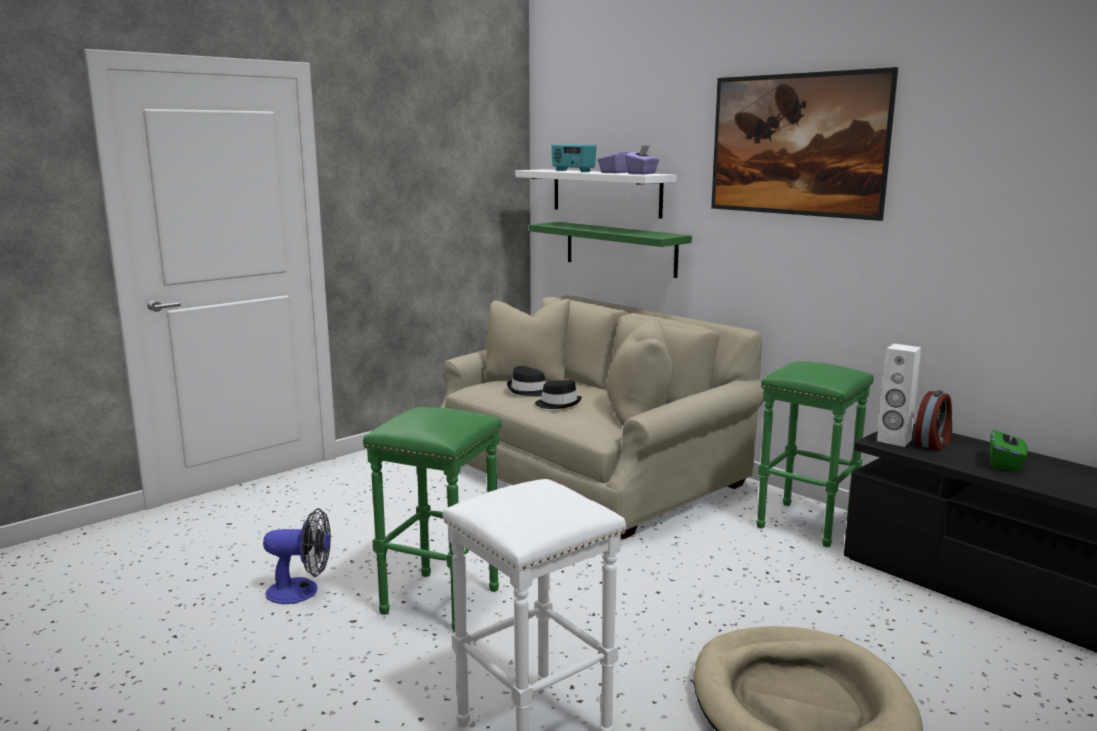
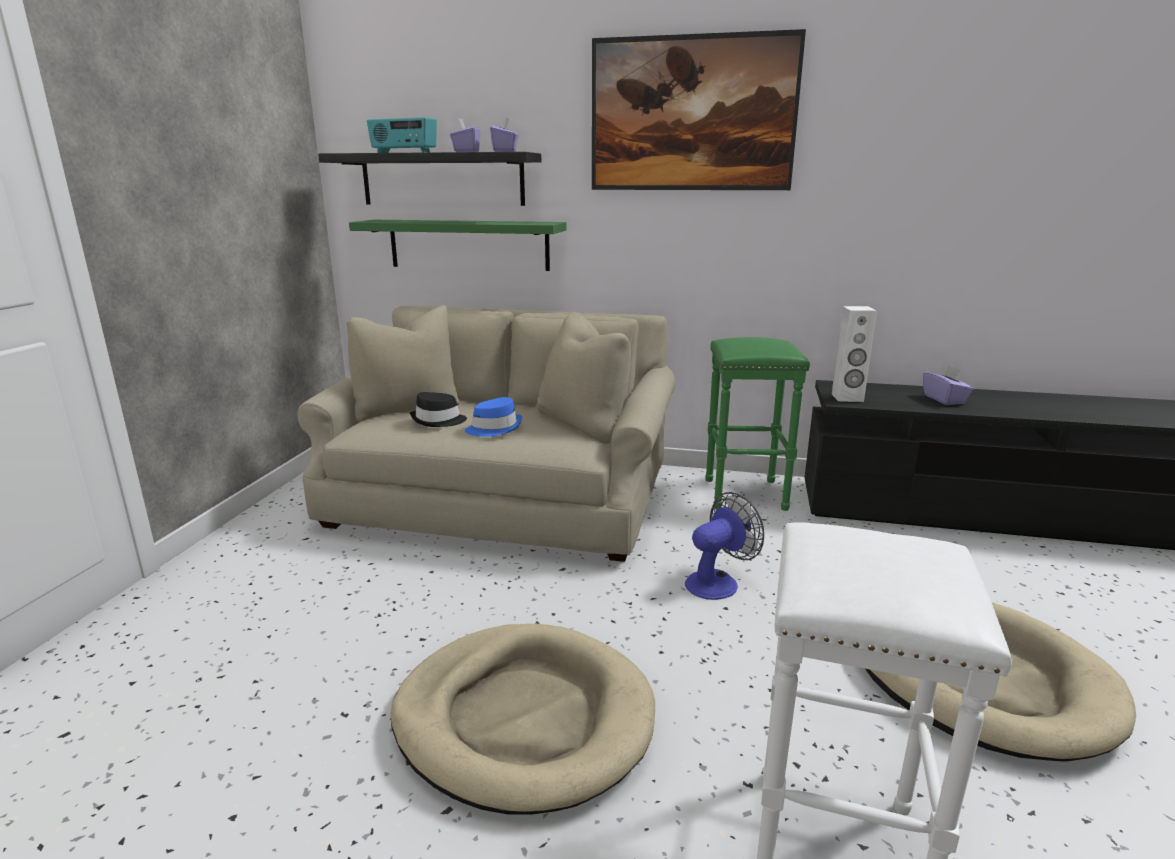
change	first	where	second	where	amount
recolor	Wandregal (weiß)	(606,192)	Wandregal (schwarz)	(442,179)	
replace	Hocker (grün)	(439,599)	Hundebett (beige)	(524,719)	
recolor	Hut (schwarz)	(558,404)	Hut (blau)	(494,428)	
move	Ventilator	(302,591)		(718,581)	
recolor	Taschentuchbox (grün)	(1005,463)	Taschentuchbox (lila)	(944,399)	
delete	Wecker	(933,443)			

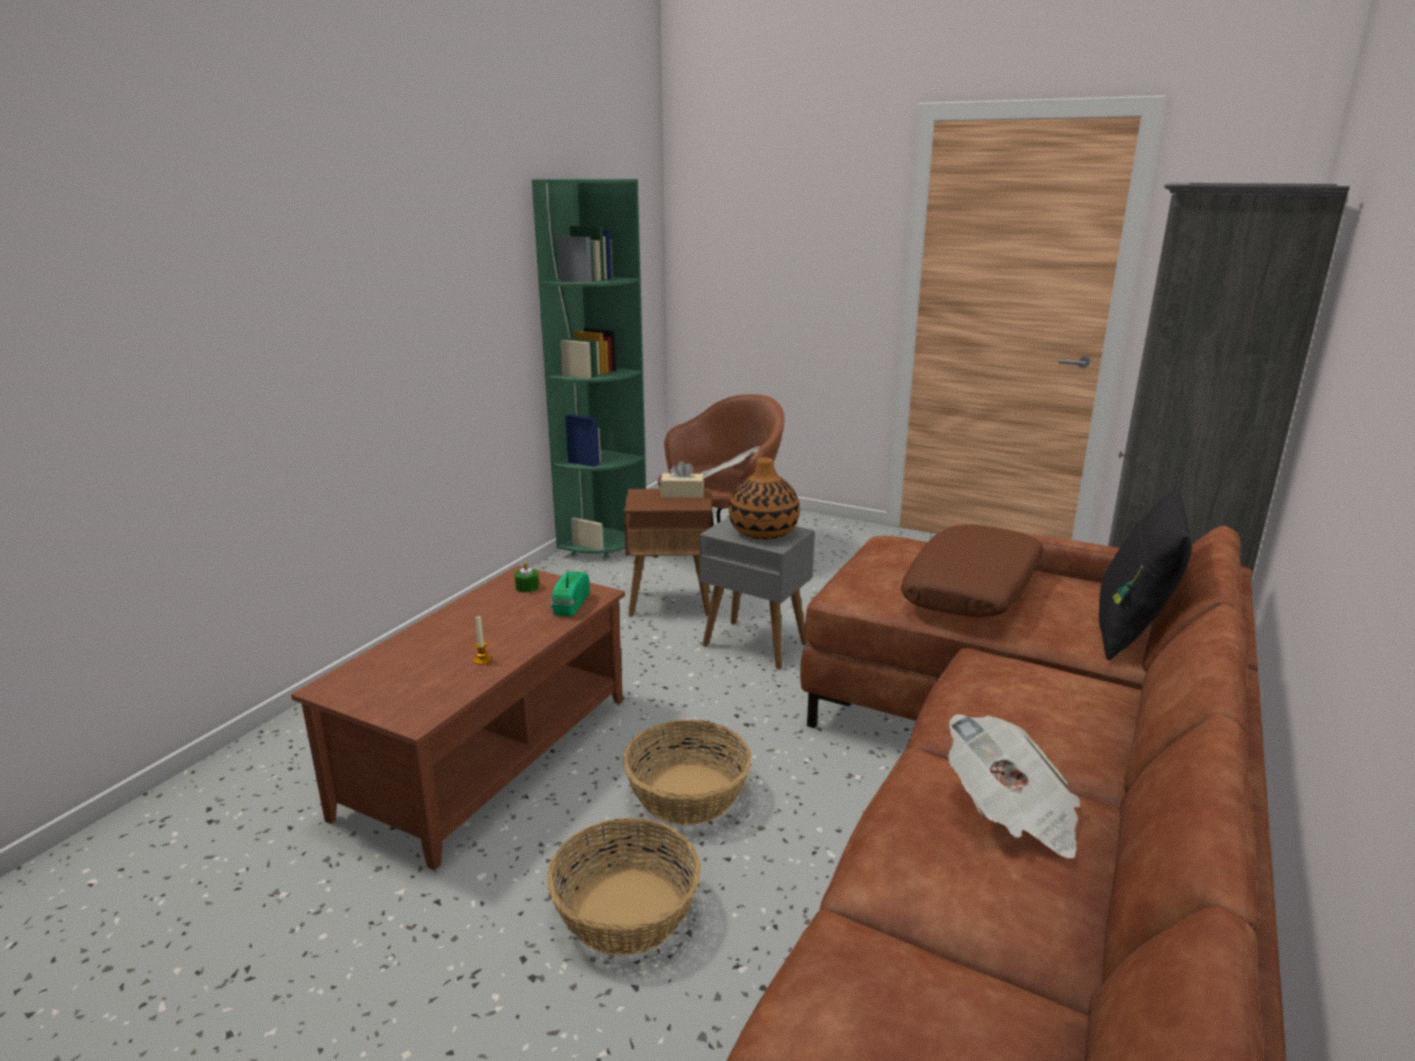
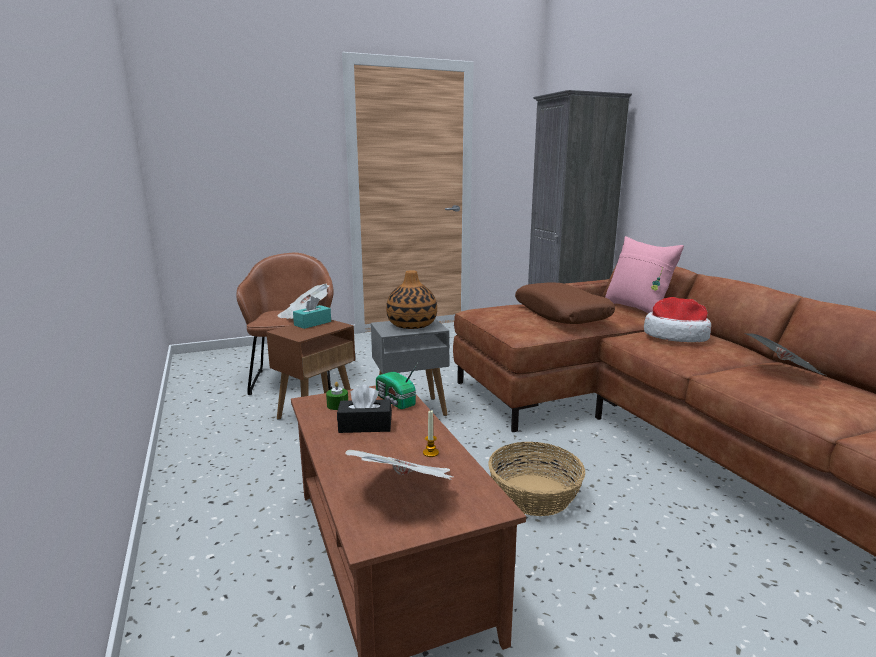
change	first	where	second	where	amount
recolor	Taschentuchbox (beige)	(682,494)	Taschentuchbox (türkis)	(312,323)	
insert			Taschentuchbox (schwarz)	(365,426)	
insert			Zeitung	(406,490)	
recolor	Kissen (schwarz)	(1130,632)	Kissen (rosa)	(636,310)	
insert			Hut	(675,336)	
delete	Bücherregal (grün)	(602,550)			
delete	Korb	(624,911)			

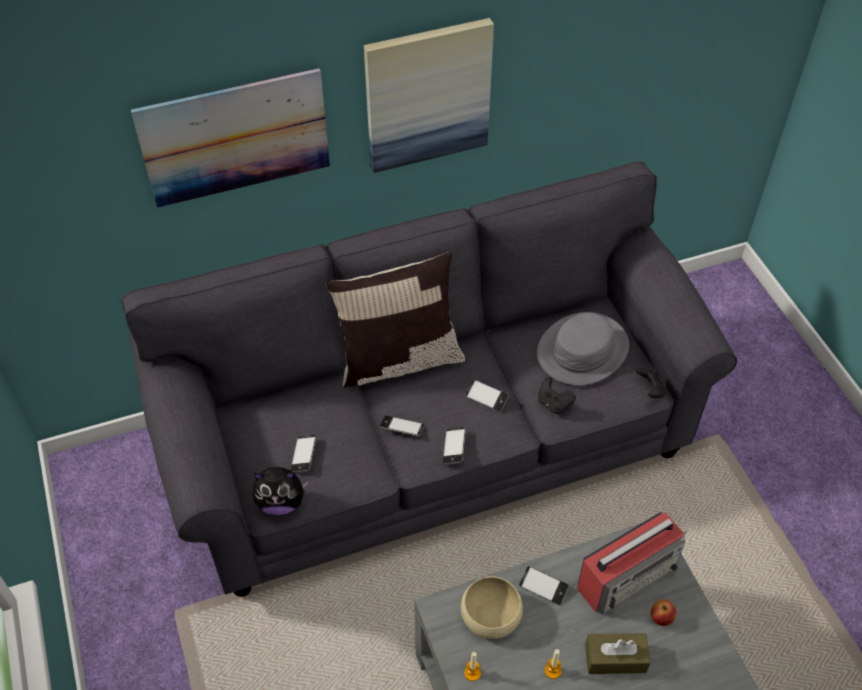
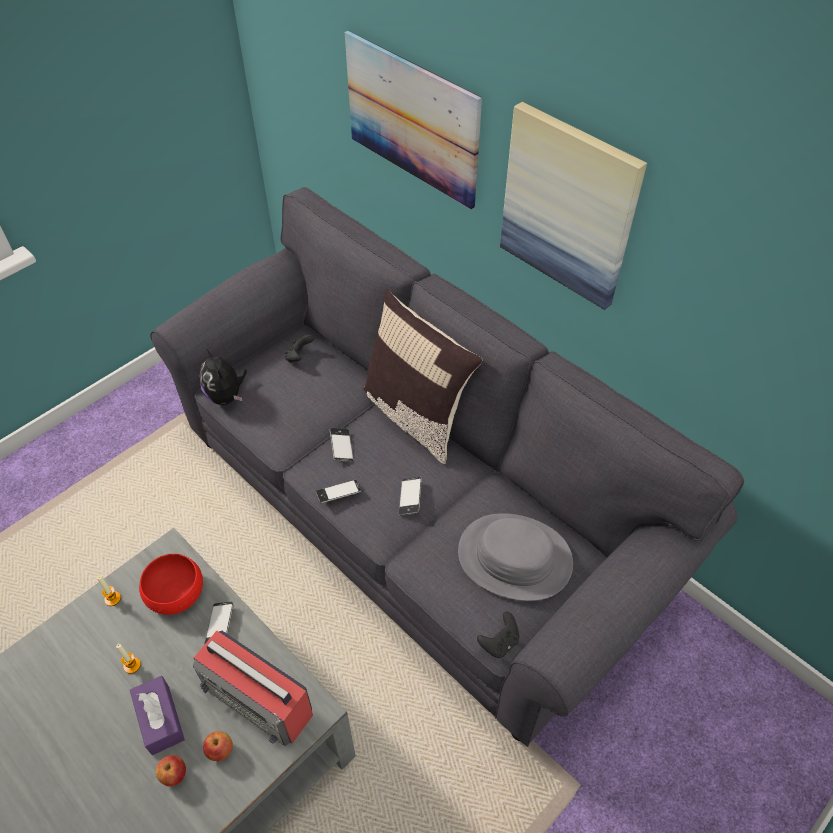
change	first	where	second	where	amount
recolor	Taschentuchbox (braun)	(615,658)	Taschentuchbox (lila)	(160,719)	
recolor	Schüssel (beige)	(491,615)	Schüssel (rot)	(175,592)	
insert			Apfel	(174,774)	
move	Gamepad (schwarz)	(553,404)		(299,357)	
delete	Handy	(303,456)			

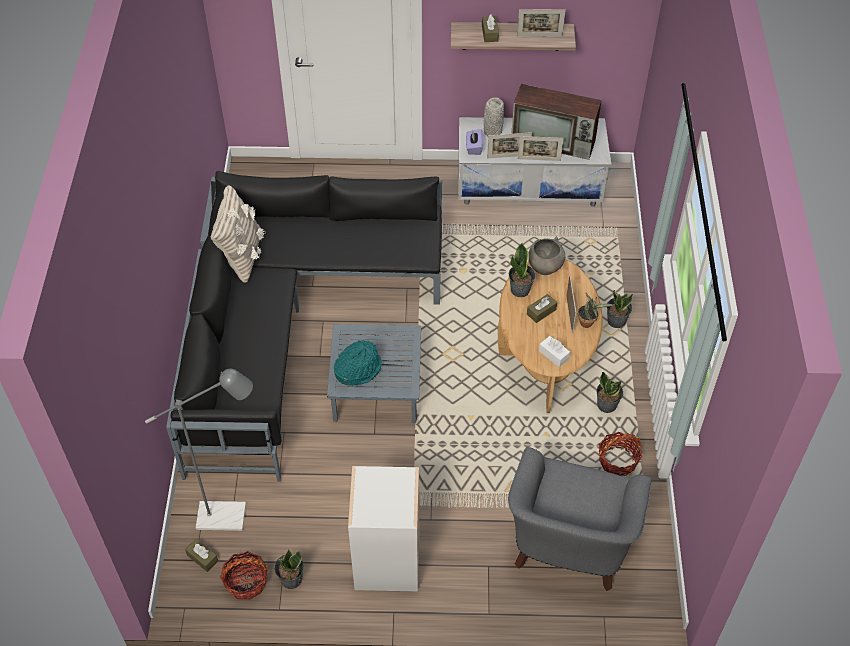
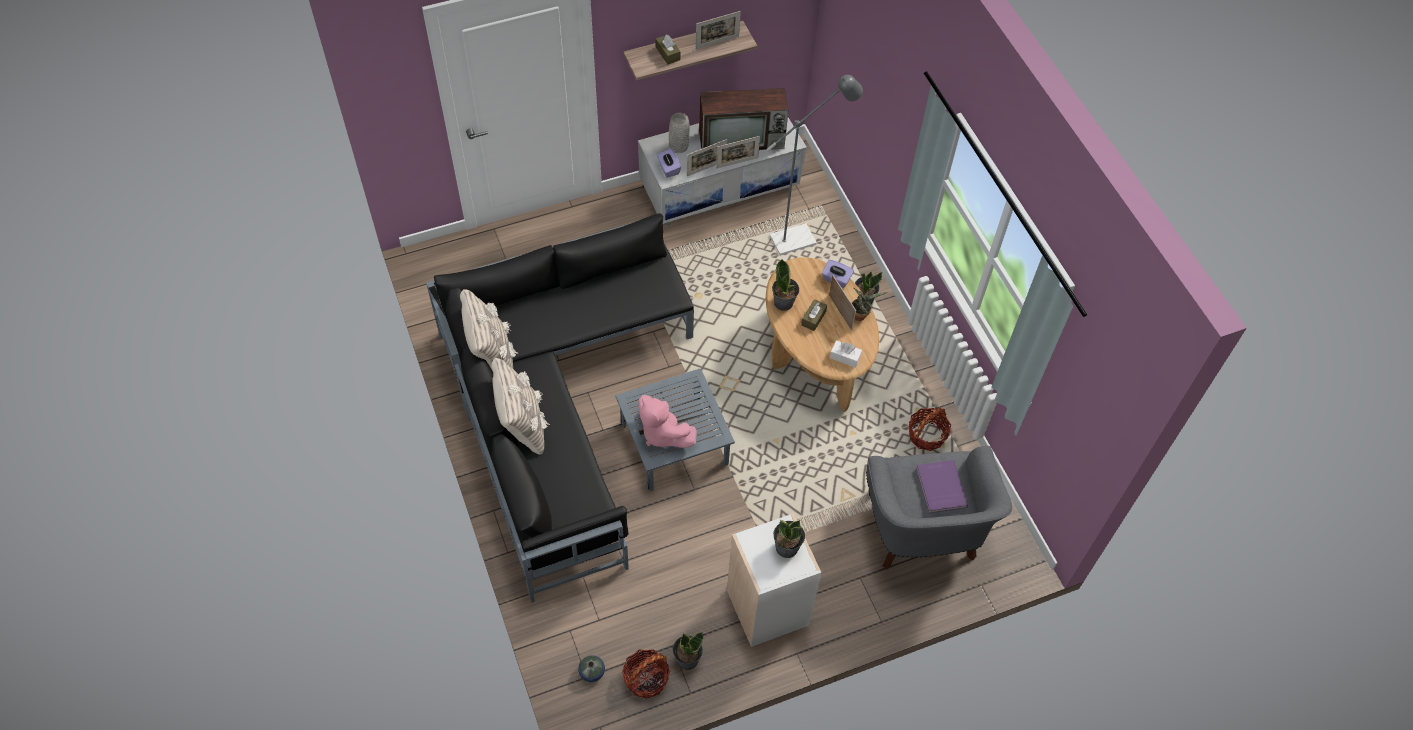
change	first	where	second	where	amount
insert			Kissen (beige)	(524,424)	
replace	Taschentuchbox (braun)	(202,558)	Vase	(592,672)	
replace	Hut (türkis)	(358,369)	Plüschtier (rosa)	(662,433)	
move	Stehlampe (grau)	(231,516)		(800,237)	
move	Topfpflanze	(606,405)		(786,547)	
insert			Taschentuchbox (lila)	(836,279)	
insert			Buch (lila)	(940,488)	
delete	Schüssel (grau)	(545,267)			

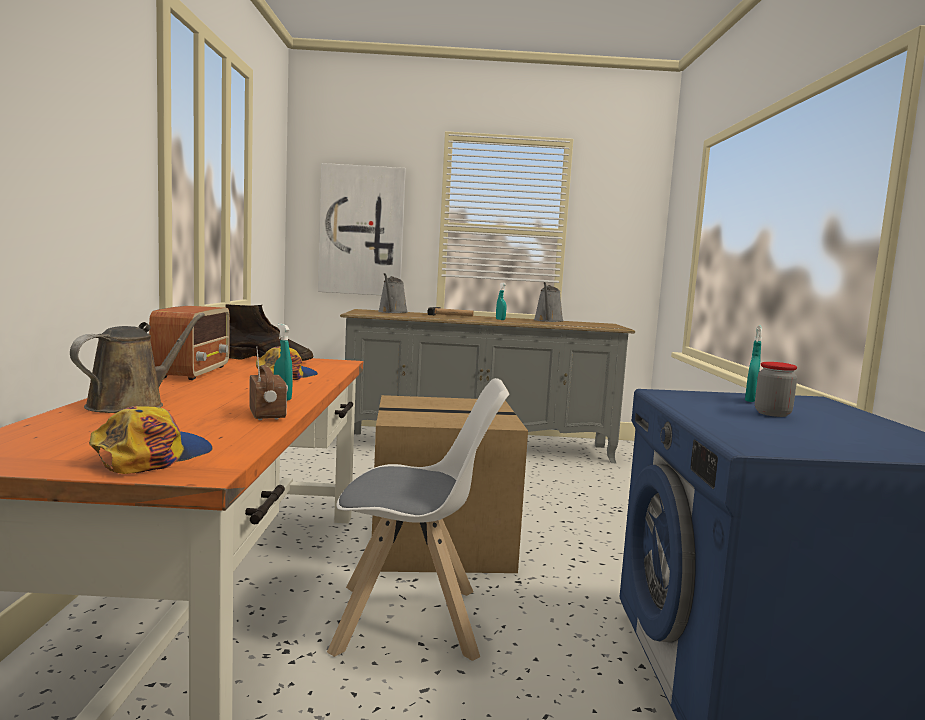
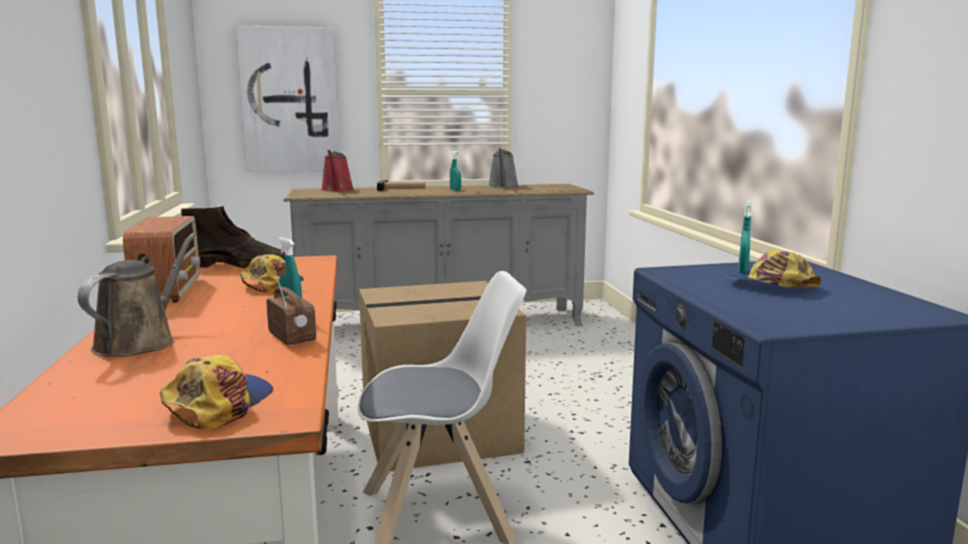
change	first	where	second	where	amount
recolor	Gießkanne (grau)	(392,312)	Gießkanne (rot)	(337,190)	
replace	Vorratsglas	(772,413)	Kappe	(769,285)	

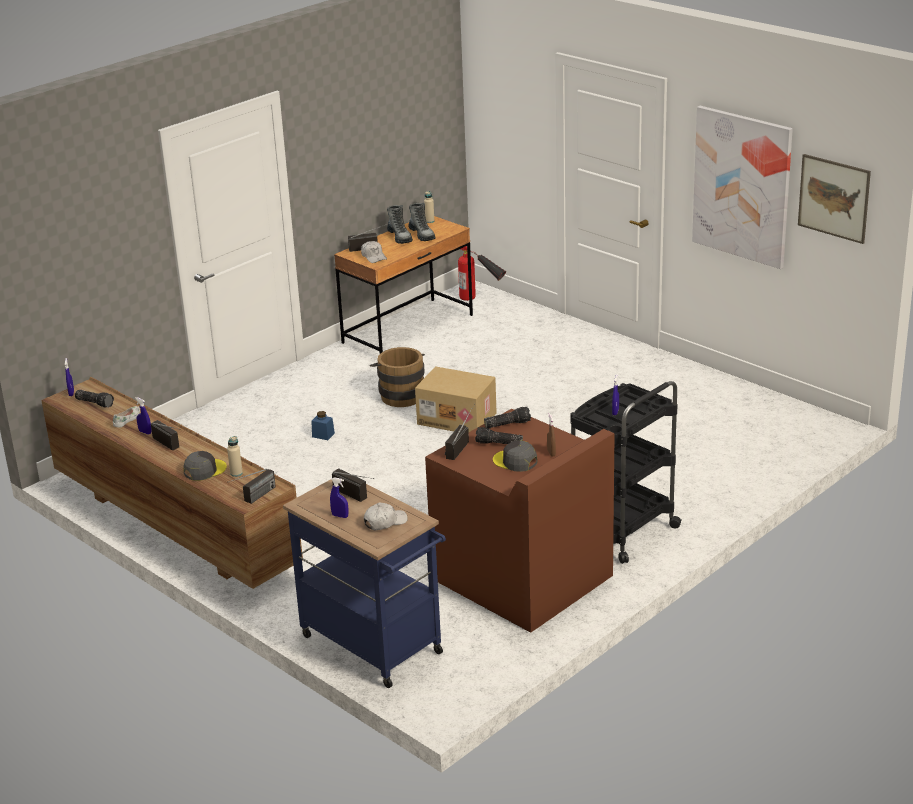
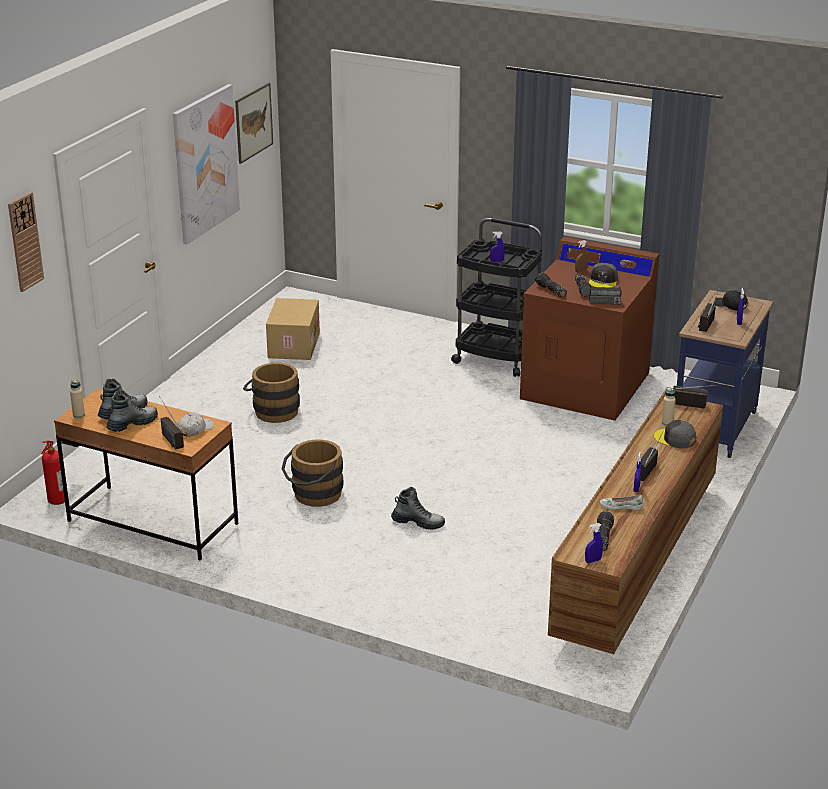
change	first	where	second	where	amount
insert			Wanduhr	(25,242)	
insert			Eimer (braun)	(272,411)	
move	Karton	(458,418)		(293,345)	
replace	Vorratsglas (blau)	(323,435)	Stiefel	(418,523)	
recolor	Kappe (weiß)	(385,522)	Kappe (schwarz)	(730,306)	

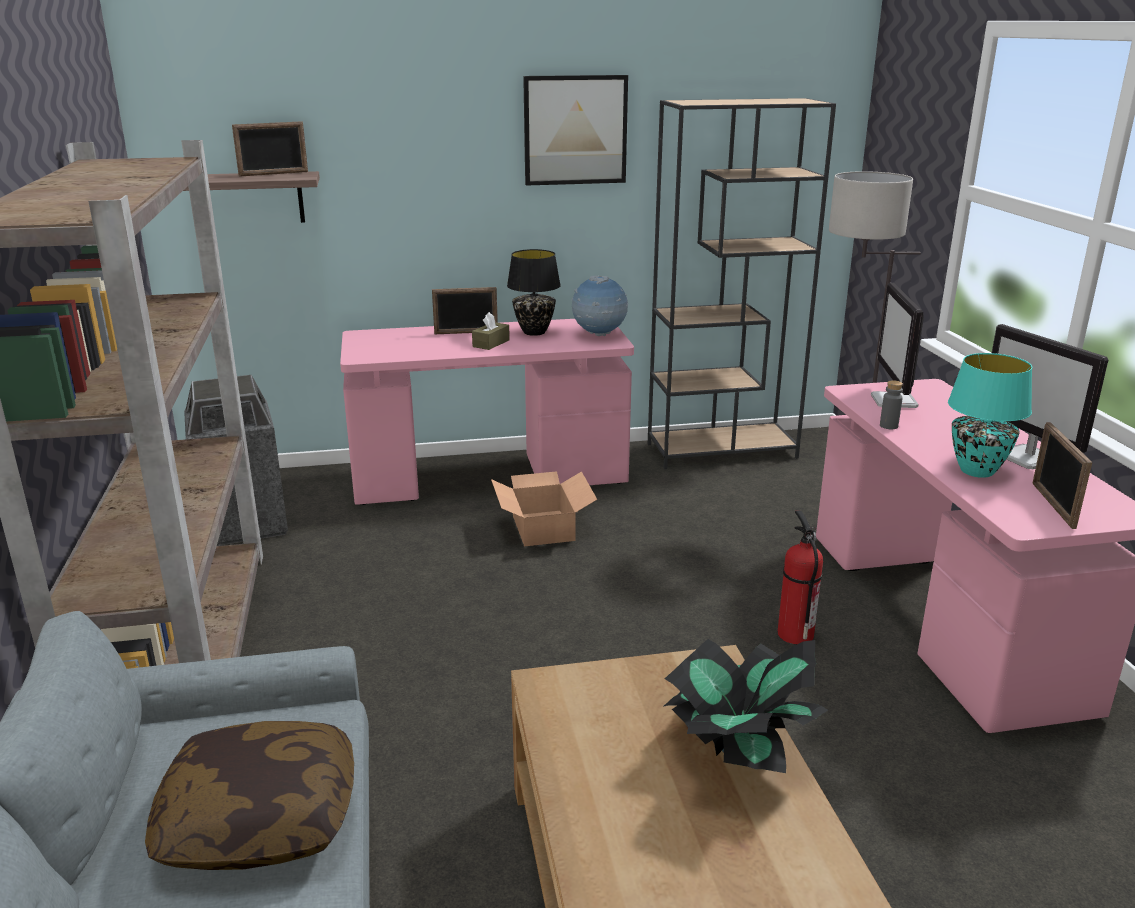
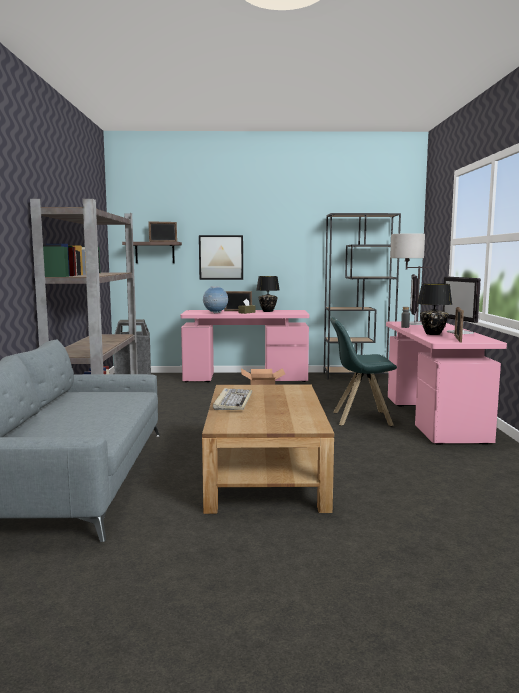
change	first	where	second	where	amount
move	Bild	(575,130)		(221,257)	
move	Globus	(599,335)		(215,313)	
insert			Tastatur	(233,401)	
replace	Feuerlöscher	(794,633)	Stuhl (türkis)	(361,418)	
recolor	Tischlampe (türkis)	(976,471)	Tischlampe (schwarz)	(432,334)	
delete	Kissen	(260,819)			
delete	Topfpflanze	(737,750)			

